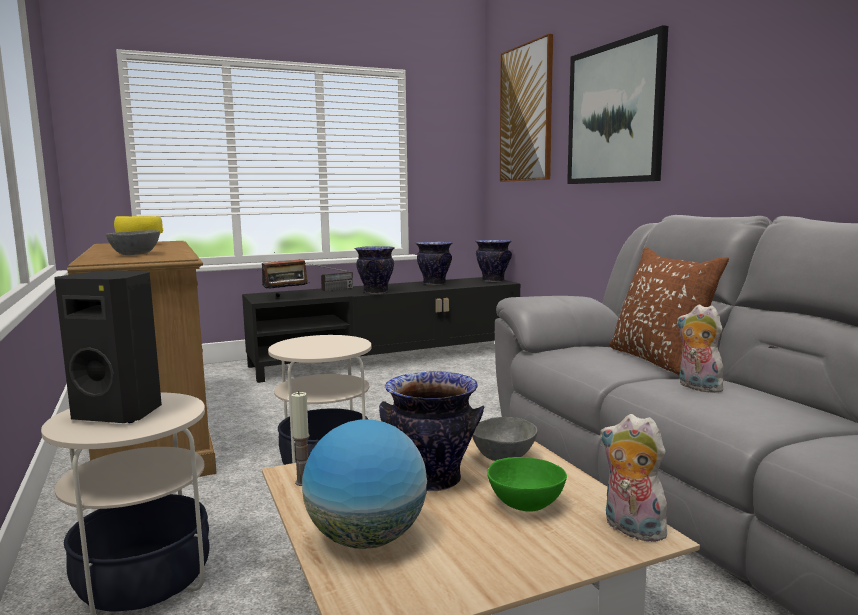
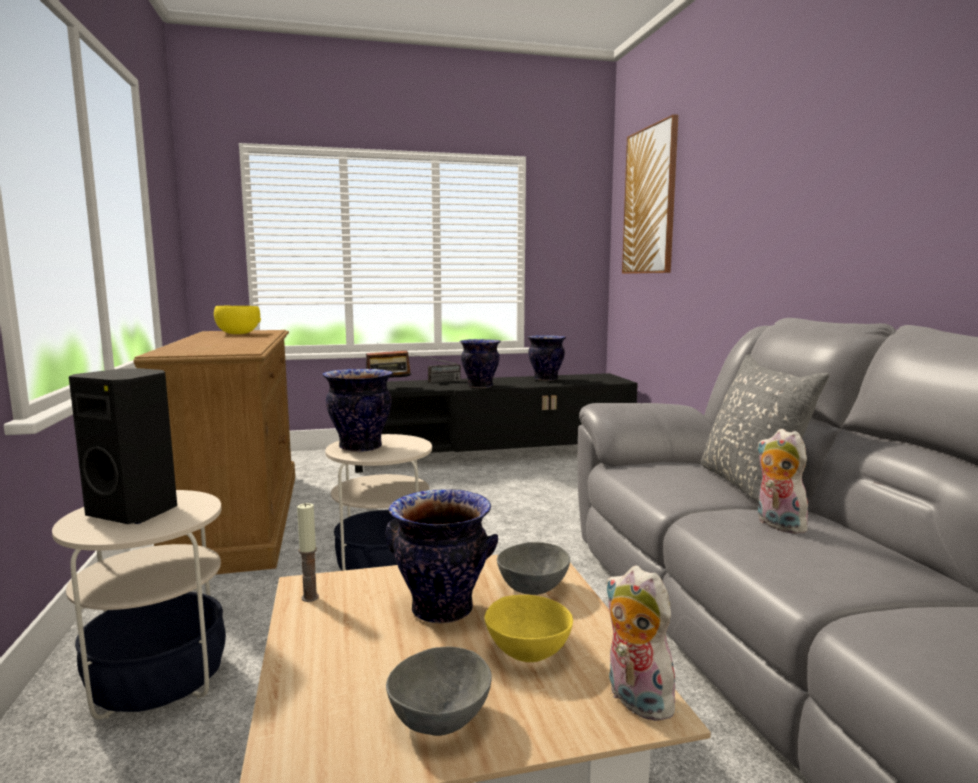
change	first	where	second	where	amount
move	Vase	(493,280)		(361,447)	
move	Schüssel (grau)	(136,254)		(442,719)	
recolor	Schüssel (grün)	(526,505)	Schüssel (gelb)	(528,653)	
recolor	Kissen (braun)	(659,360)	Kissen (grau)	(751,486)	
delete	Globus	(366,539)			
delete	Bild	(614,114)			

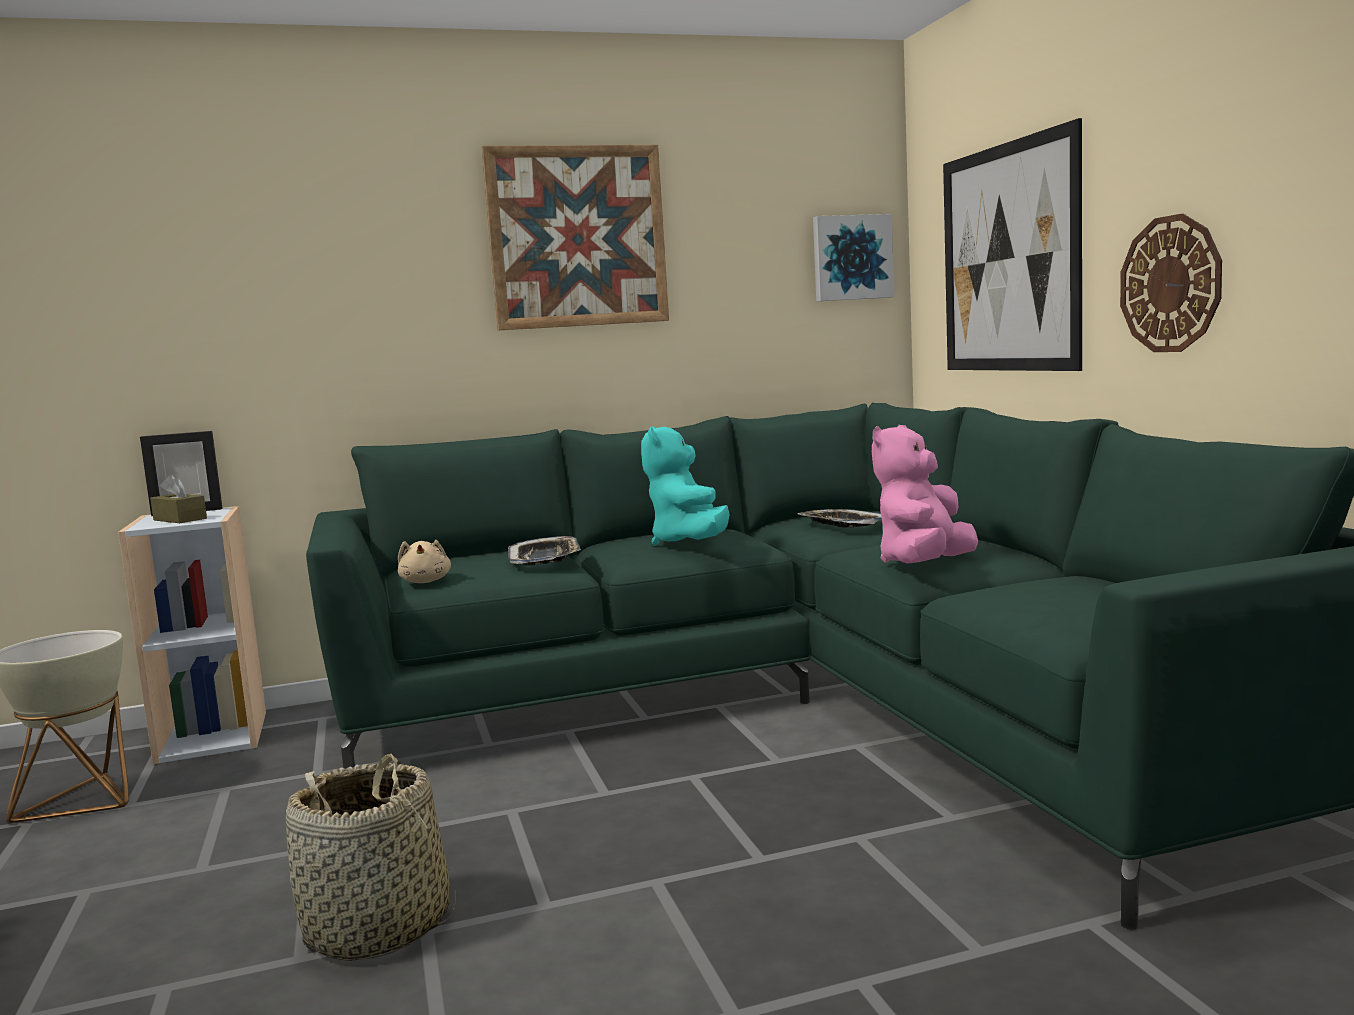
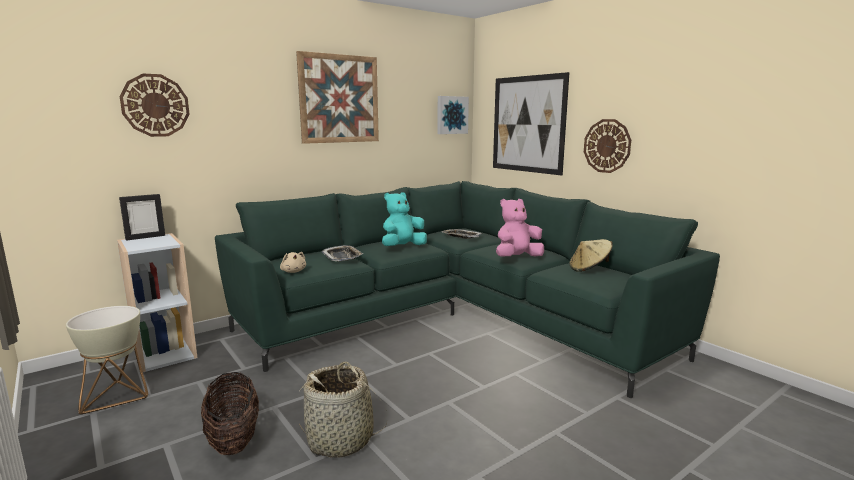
change	first	where	second	where	amount
insert			Wanduhr	(155,105)	
insert			Korb	(233,439)	
rotate	Plüschtier (türkis)	(689,543)		(402,247)	75 degrees clockwise
rotate	Plüschtier (rosa)	(924,565)		(517,258)	45 degrees clockwise
insert			Hut (beige)	(589,269)	
delete	Taschentuchbox (braun)	(180,519)			

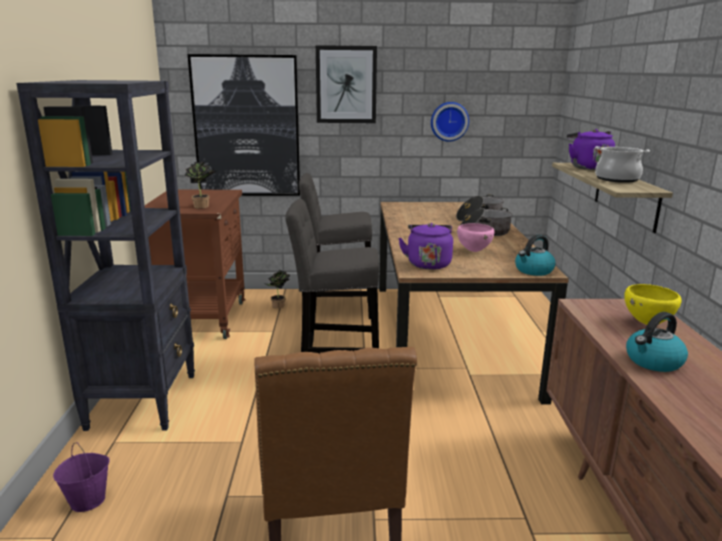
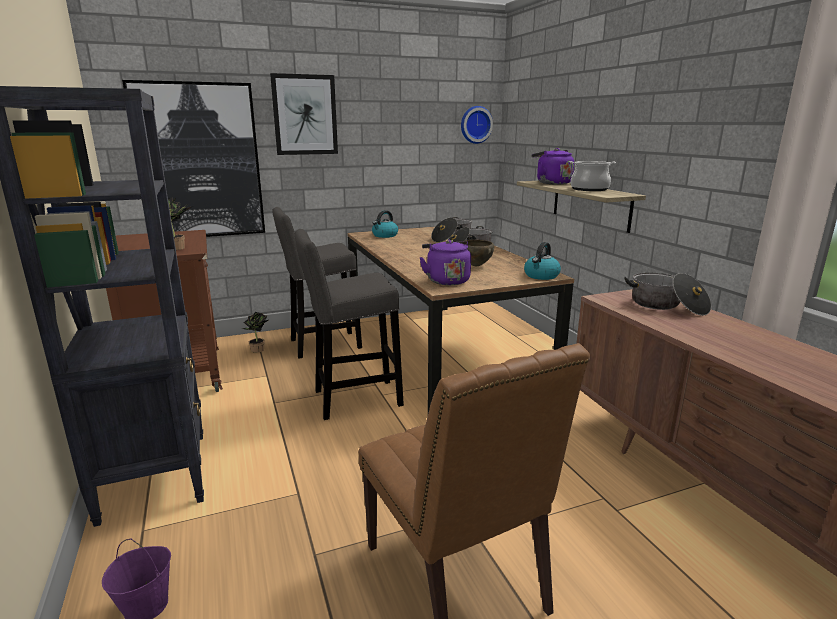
change	first	where	second	where	amount
move	Wasserkessel	(653,362)		(384,235)	
move	Wanduhr	(449,121)		(475,124)	
recolor	Schüssel (rosa)	(473,251)	Schüssel (braun)	(475,266)	
replace	Schüssel (gelb)	(647,323)	Kochtopf	(666,306)	

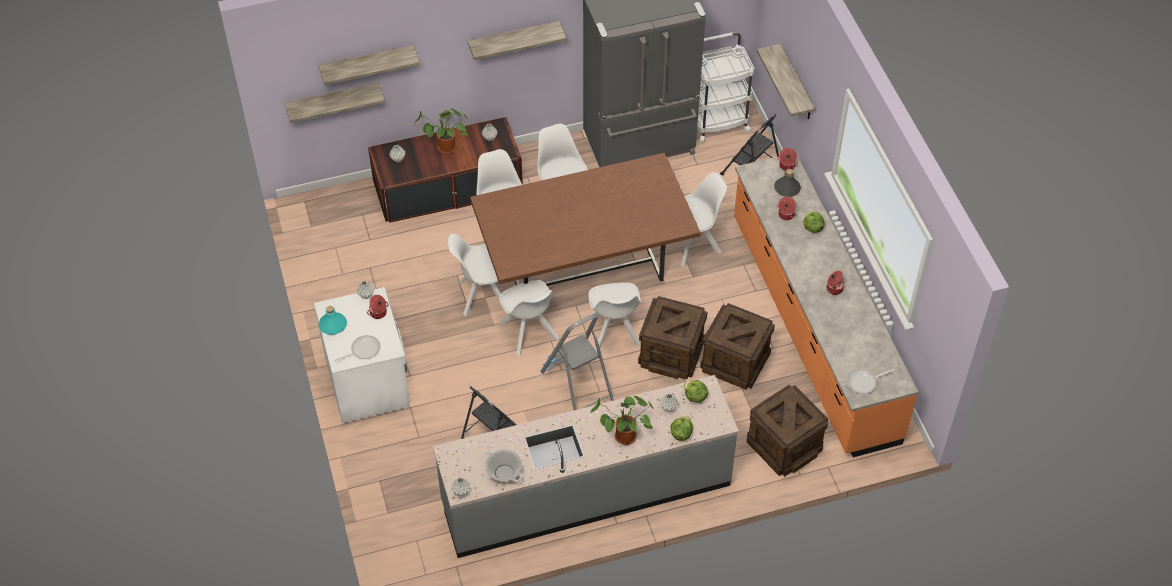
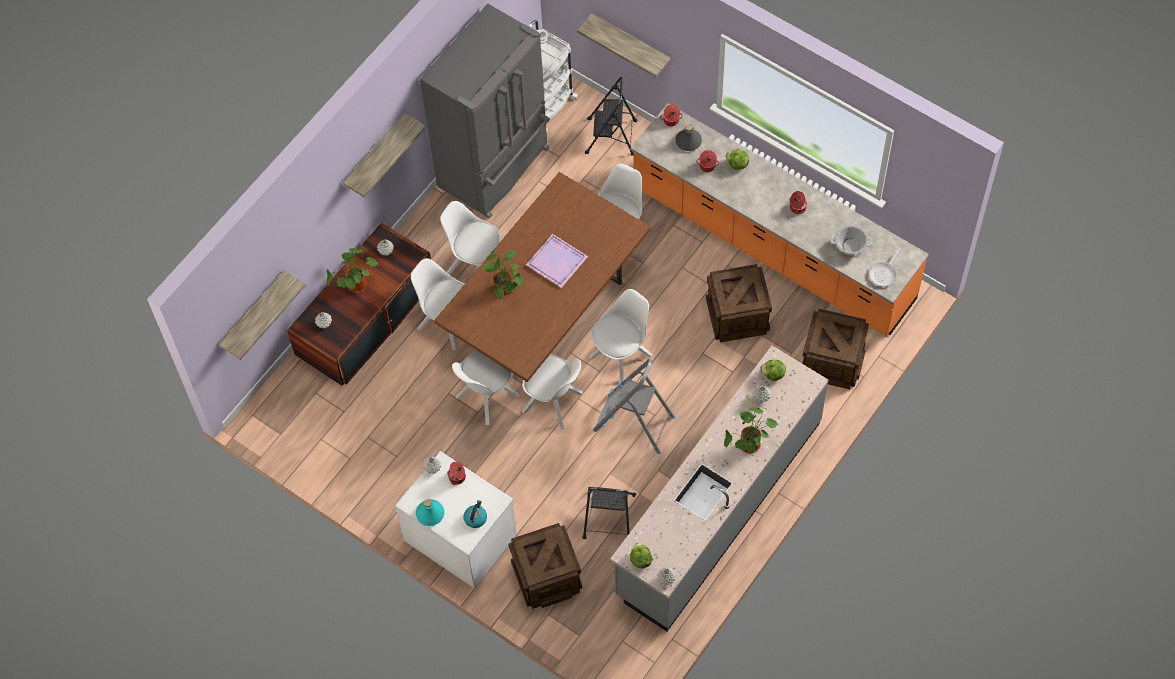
change	first	where	second	where	amount
replace	Pfanne	(363,350)	Wasserkessel	(475,518)	
insert			Topfpflanze	(505,290)	
move	Kiste	(671,353)		(546,577)	
insert			Tablett (lila)	(555,262)	
rotate	Stuhl (weiß)	(614,332)		(622,355)	90 degrees counterclockwise
move	Salatkopf	(681,433)		(640,560)	
move	Kochtopf	(504,473)		(850,246)	
delete	Wandregal	(367,63)			

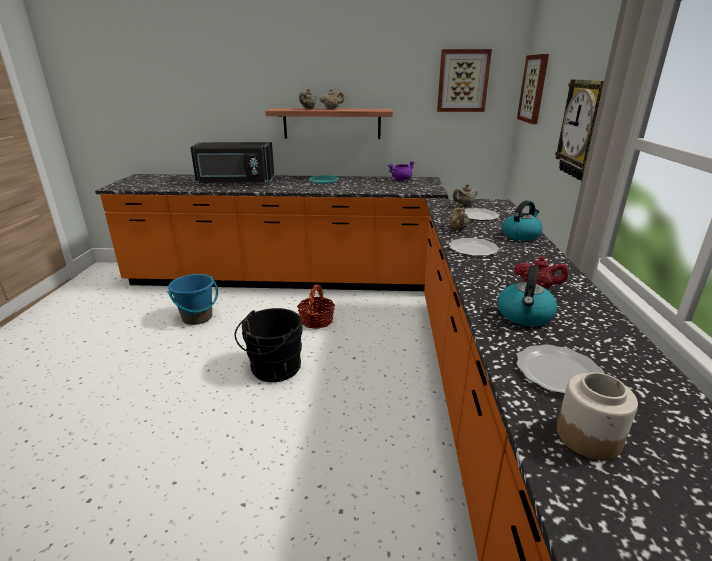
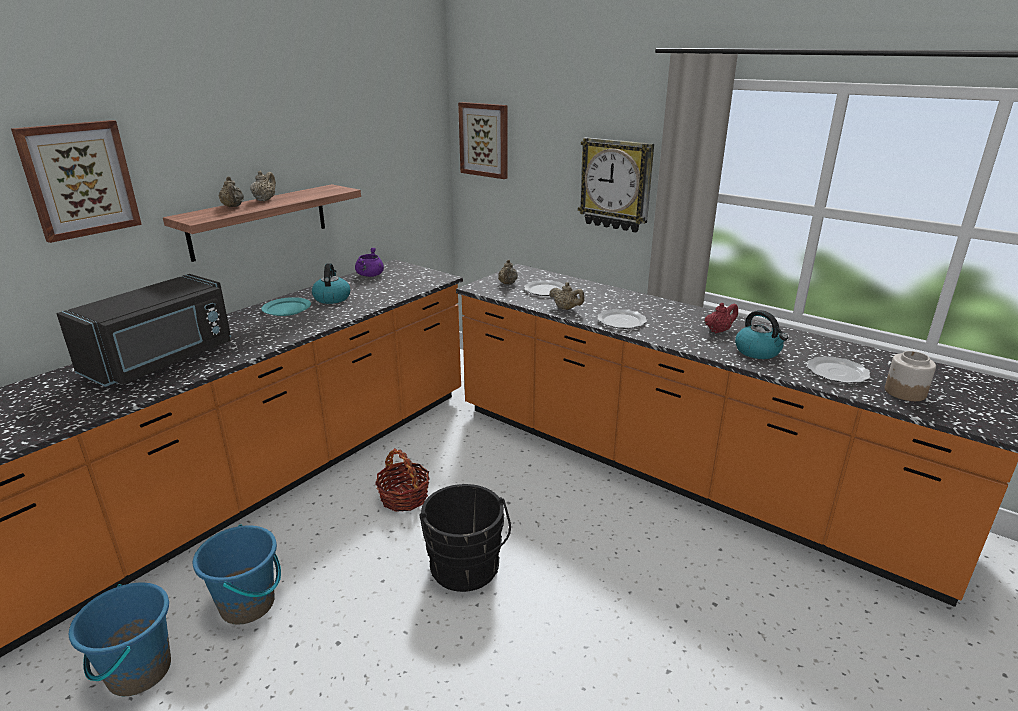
change	first	where	second	where	amount
move	Bild	(463,81)		(79,179)	
insert			Eimer (blau)	(138,671)	
move	Wasserkessel	(521,235)		(332,298)	

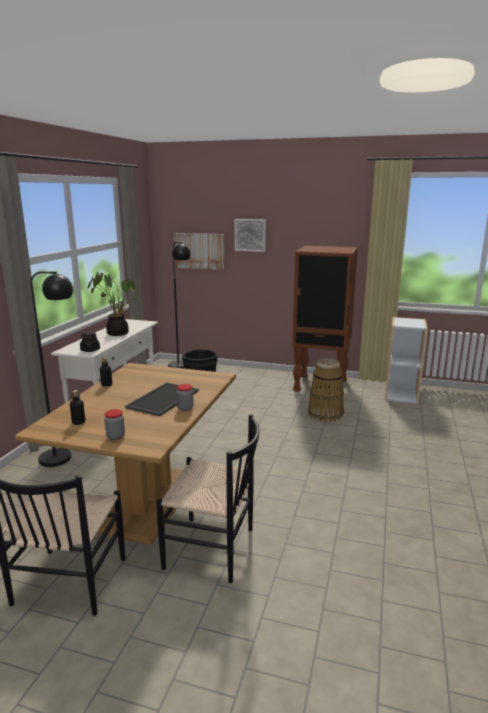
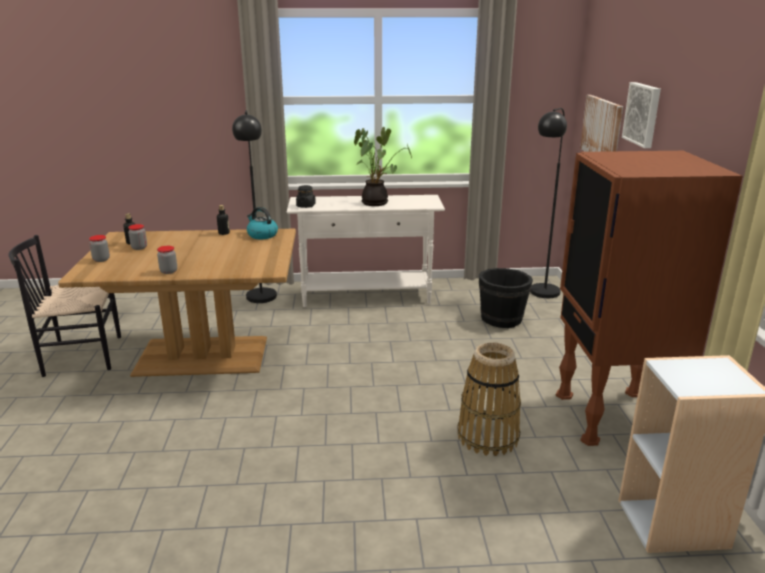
change	first	where	second	where	amount
insert			Vorratsglas	(139,247)	
insert			Wasserkessel	(262,235)	
delete	Tablett	(164,399)			
delete	Stuhl (schwarz)	(213,549)			

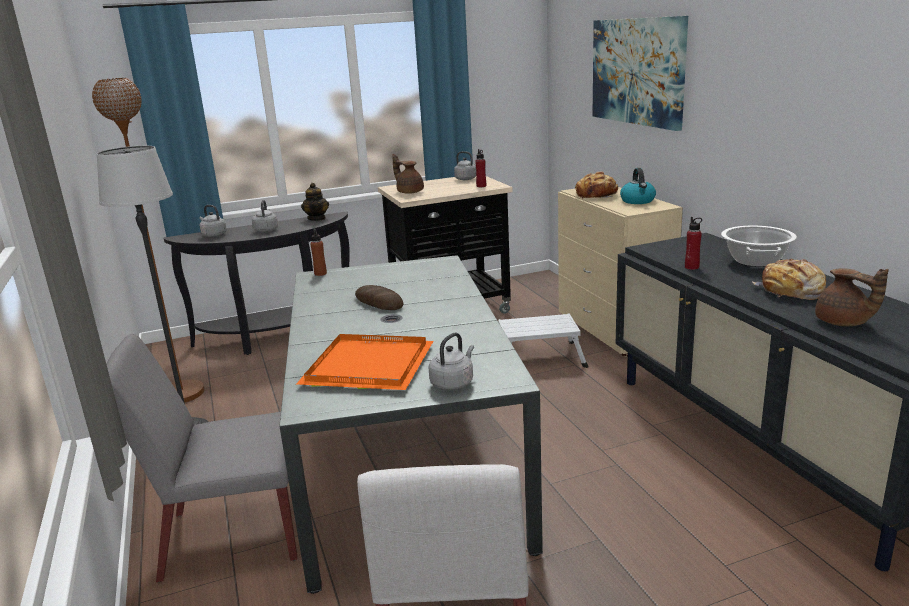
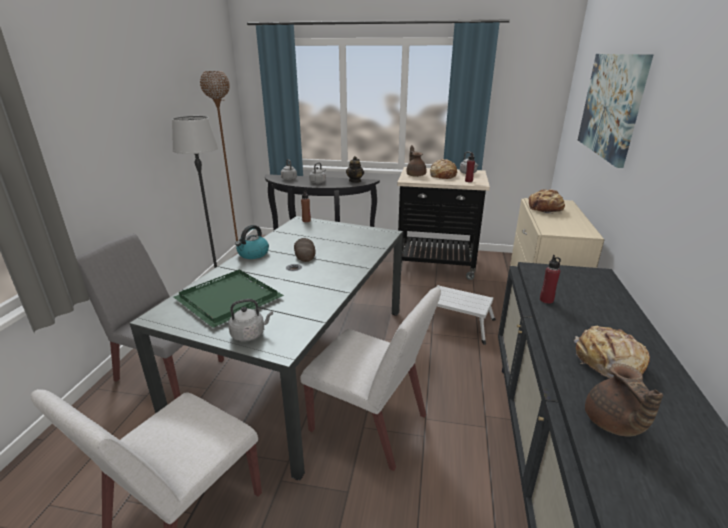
change	first	where	second	where	amount
recolor	Tablett (orange)	(371,365)	Tablett (grün)	(231,299)	
move	Wasserkessel	(638,201)		(253,254)	
insert			Stuhl (weiß)	(370,424)	
insert			Brot	(443,175)	
delete	Kochtopf	(756,261)			

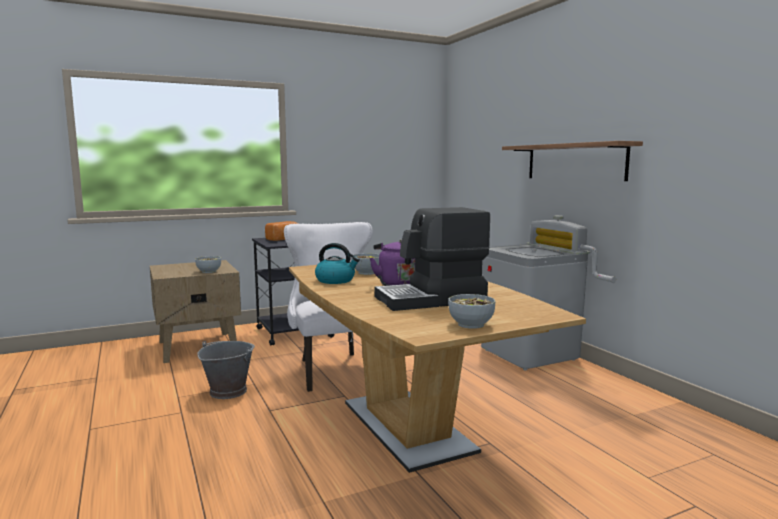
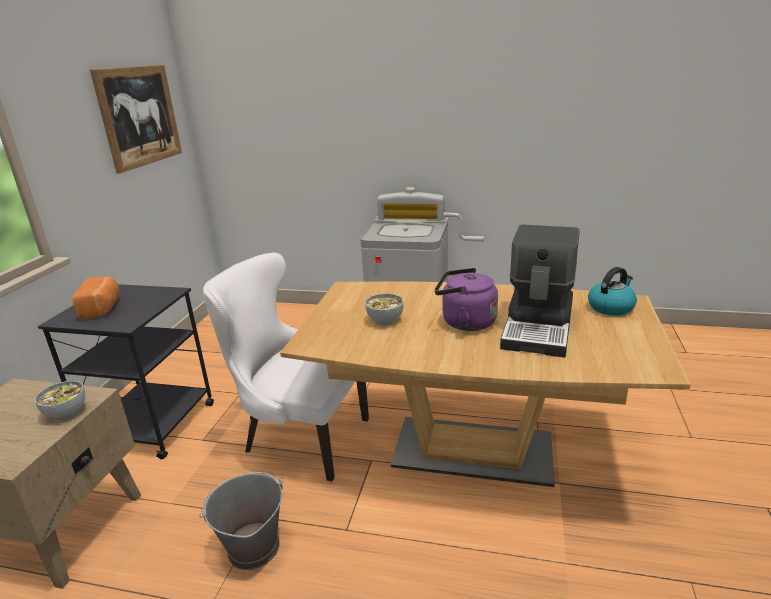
change	first	where	second	where	amount
insert			Bild	(139,116)	
move	Wasserkessel	(336,280)		(611,307)	
delete	Schüssel	(471,324)			
delete	Wandregal	(574,162)			

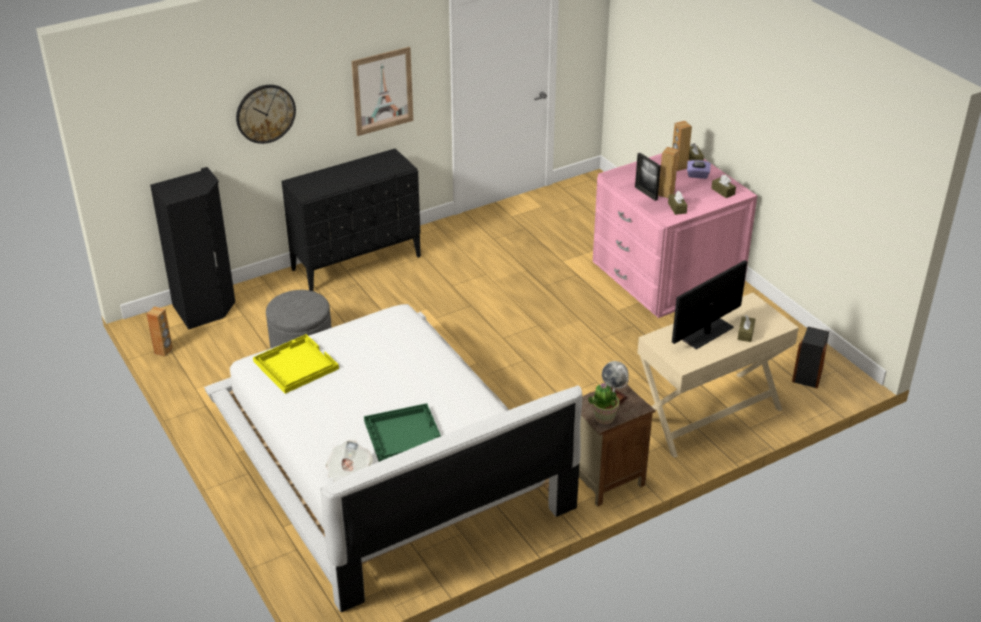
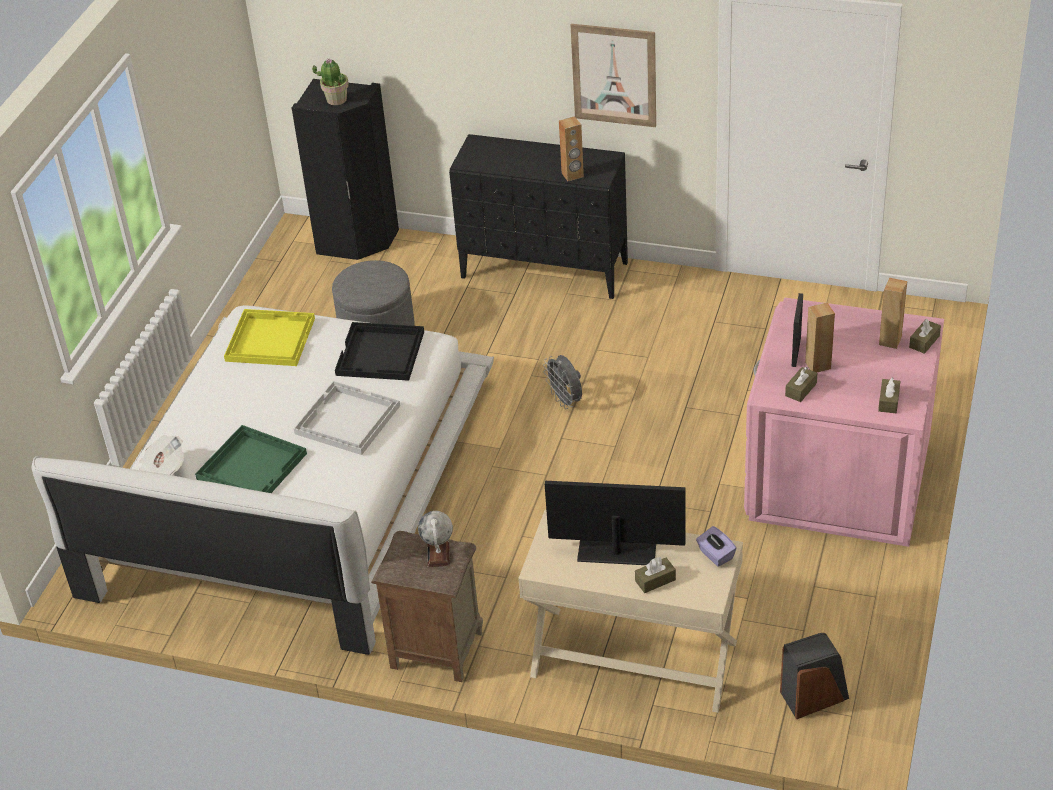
change	first	where	second	where	amount
insert			Tablett (weiß)	(346,420)	
move	Topfpflanze	(604,418)		(336,99)	
insert			Tablett (schwarz)	(381,354)	
insert			Ventilator (grau)	(566,401)	
move	Lautsprecher (braun)	(163,351)		(572,175)	
move	Taschentuchbox (lila)	(697,175)		(715,555)	
delete	Wanduhr	(265,113)			

